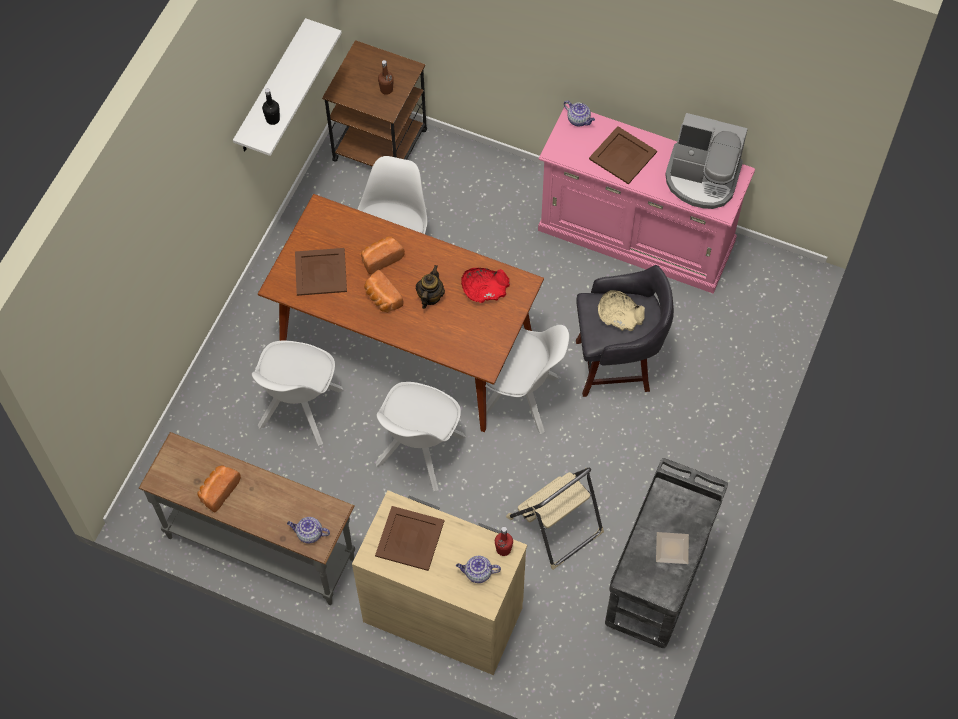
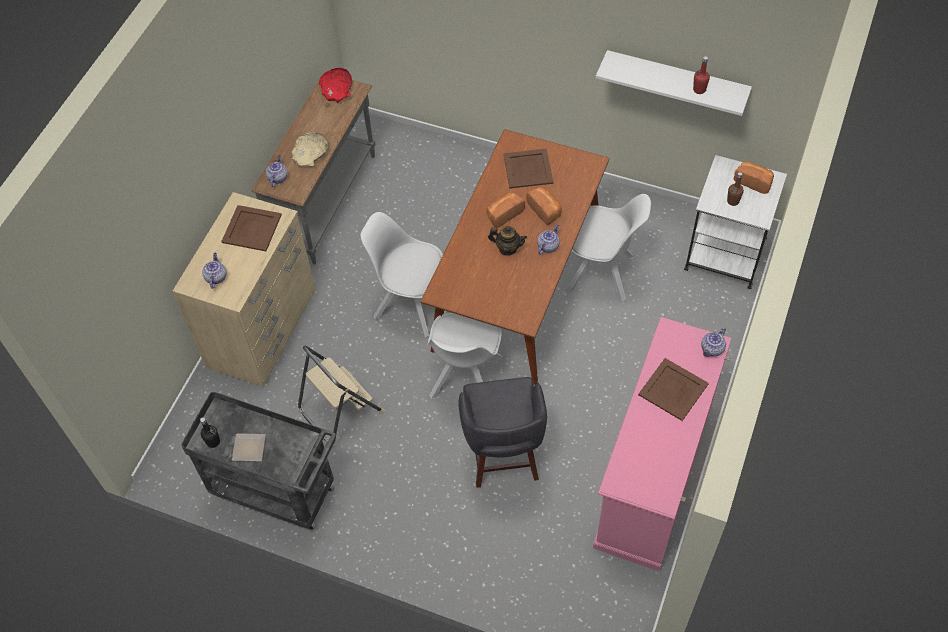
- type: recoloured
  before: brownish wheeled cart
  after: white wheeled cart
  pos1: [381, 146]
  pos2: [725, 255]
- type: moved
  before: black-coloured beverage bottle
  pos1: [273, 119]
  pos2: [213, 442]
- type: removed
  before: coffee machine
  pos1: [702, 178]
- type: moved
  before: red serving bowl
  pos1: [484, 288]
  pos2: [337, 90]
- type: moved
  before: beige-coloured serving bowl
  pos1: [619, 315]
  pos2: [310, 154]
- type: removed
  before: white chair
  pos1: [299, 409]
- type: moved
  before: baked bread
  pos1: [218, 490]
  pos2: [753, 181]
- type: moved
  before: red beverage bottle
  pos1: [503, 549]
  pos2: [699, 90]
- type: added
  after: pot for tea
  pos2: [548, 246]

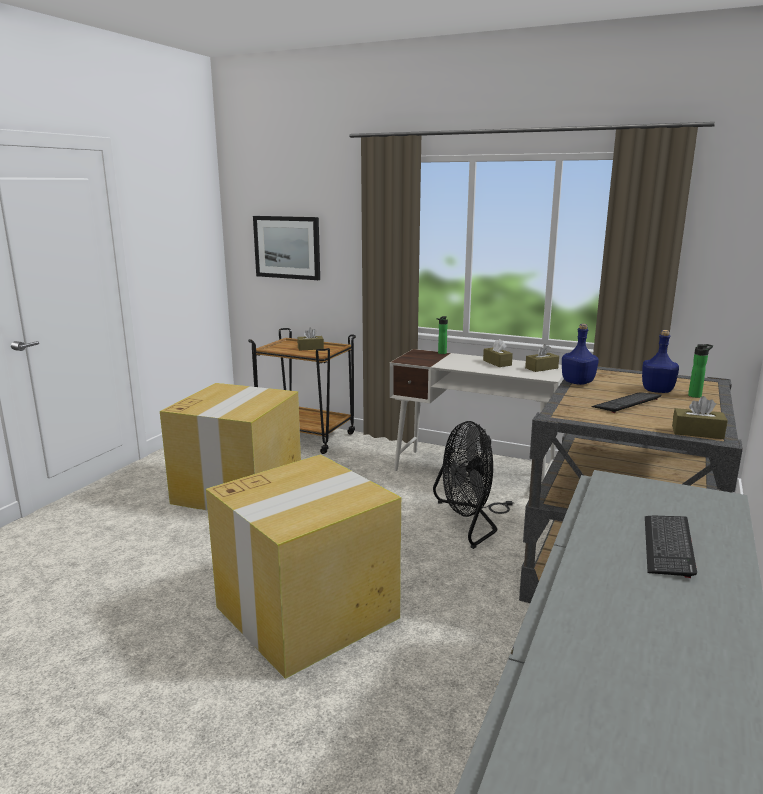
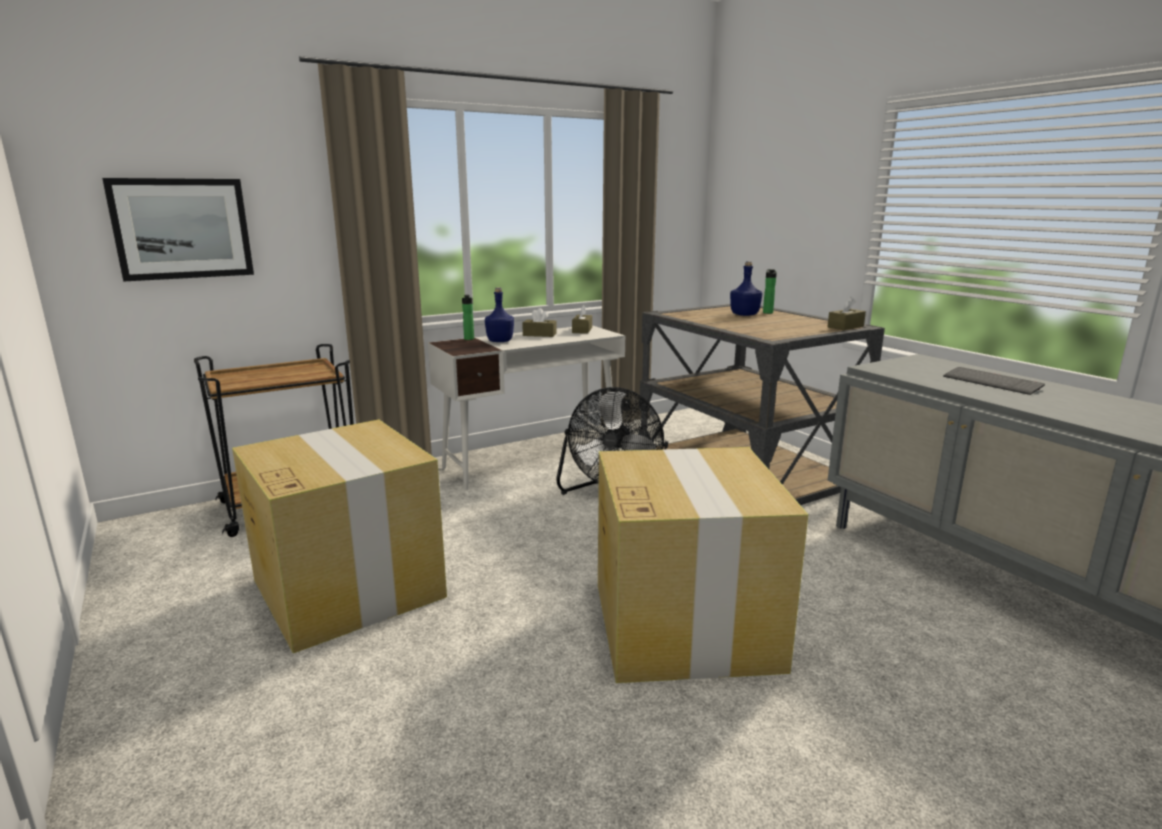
- type: moved
  before: blue beverage bottle
  pos1: [578, 382]
  pos2: [500, 341]
- type: removed
  before: brownish box of tissues
  pos1: [310, 348]
- type: removed
  before: keyboard
  pos1: [627, 403]

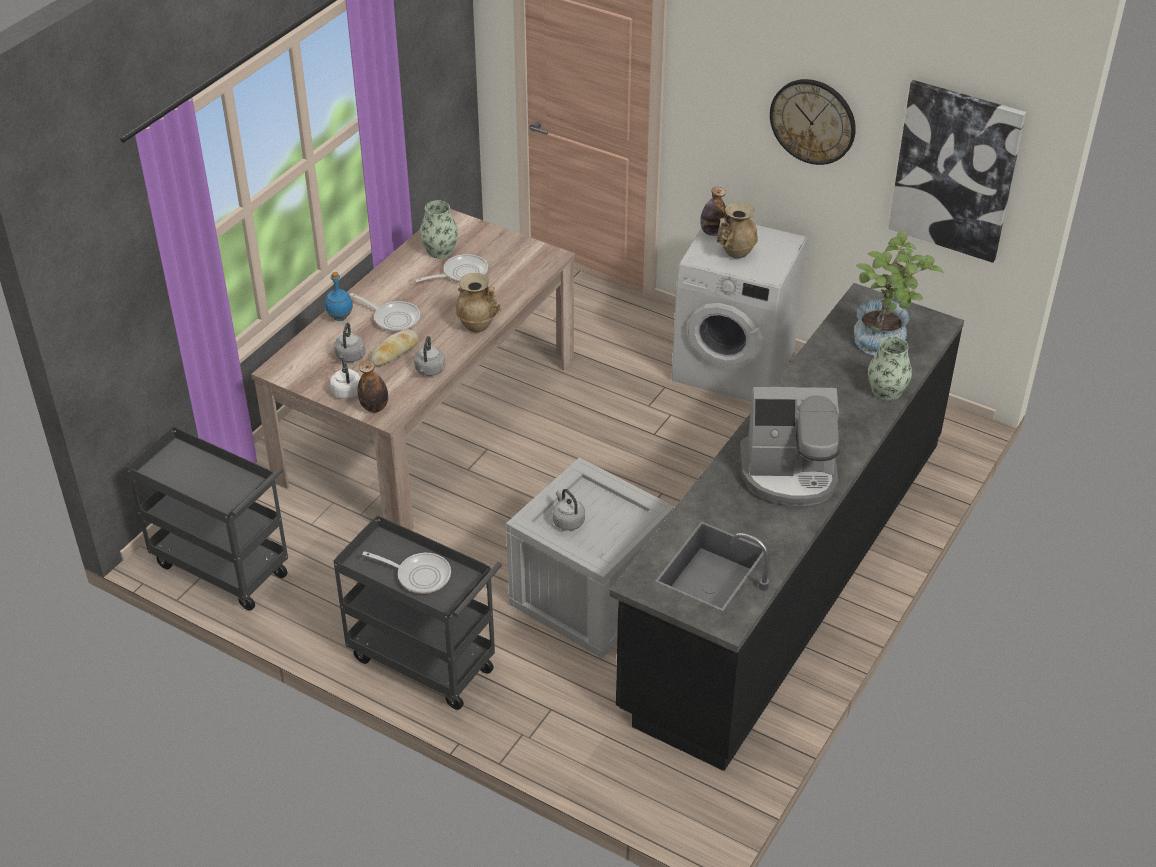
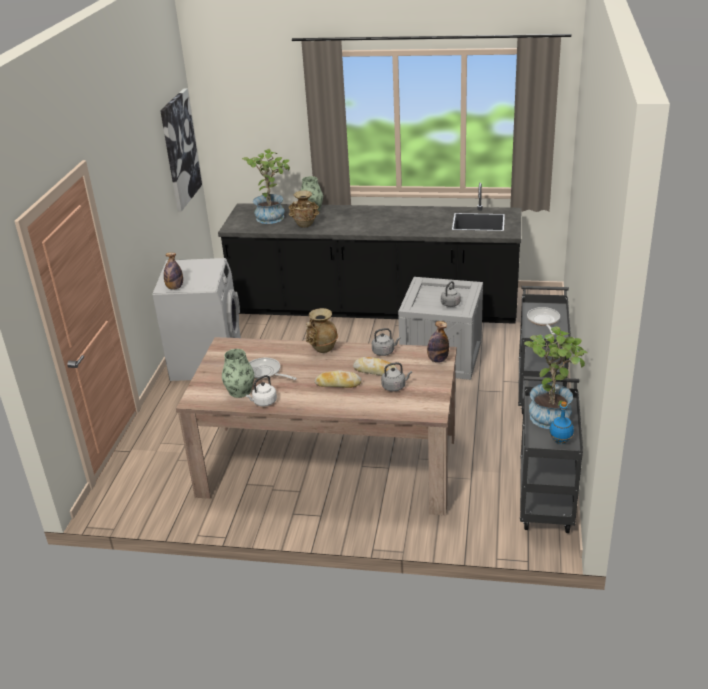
- type: removed
  before: wall clock
  pos1: [813, 121]
- type: moved
  before: beige-coloured decorative vase
  pos1: [735, 253]
  pos2: [305, 225]
- type: moved
  before: blue beverage bottle
  pos1: [340, 318]
  pos2: [561, 441]
- type: replaced
  before: frying pan
  after: baked bread
  pos1: [393, 318]
  pos2: [338, 384]
- type: moved
  before: white kettle
  pos1: [346, 390]
  pos2: [263, 402]
- type: removed
  before: coffee machine
  pos1: [789, 474]
- type: added
  after: potted plant
  pos2: [552, 413]

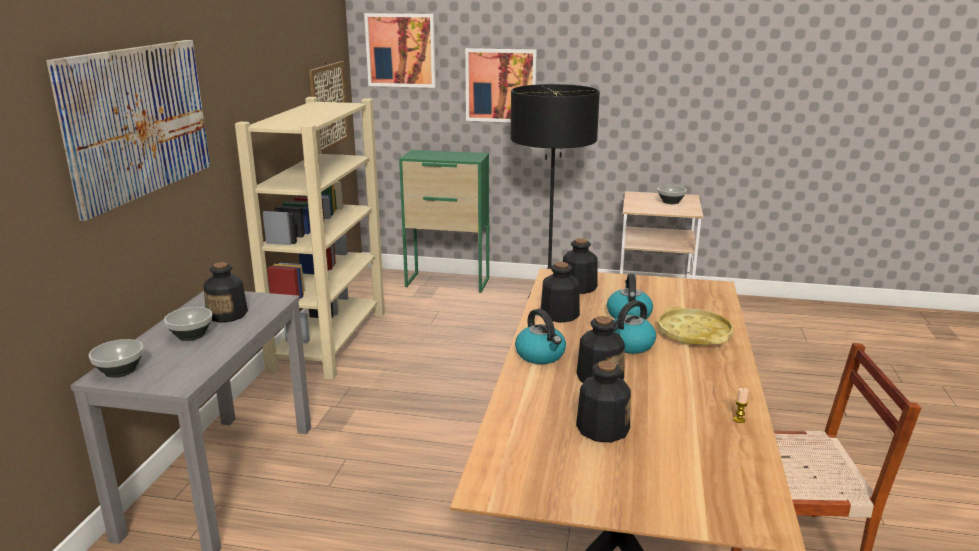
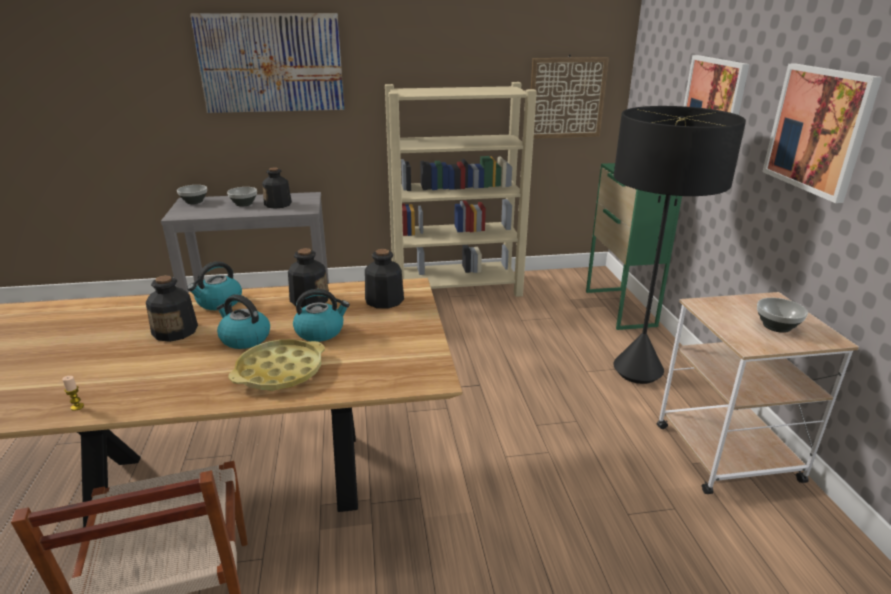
- type: moved
  before: picture
  pos1: [401, 50]
  pos2: [818, 130]
- type: removed
  before: beverage bottle
  pos1: [602, 428]

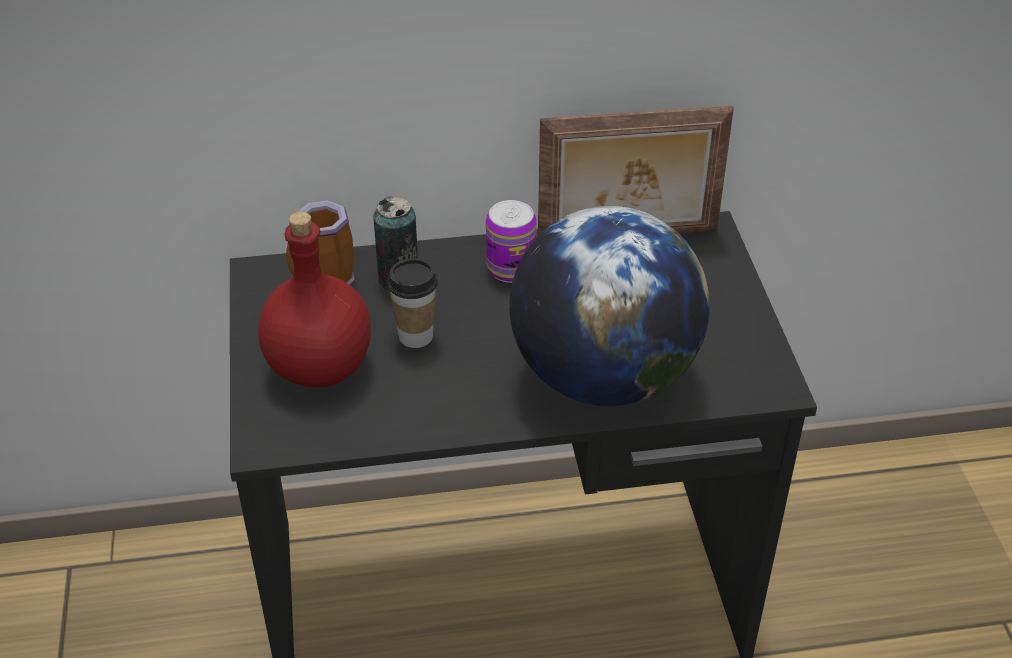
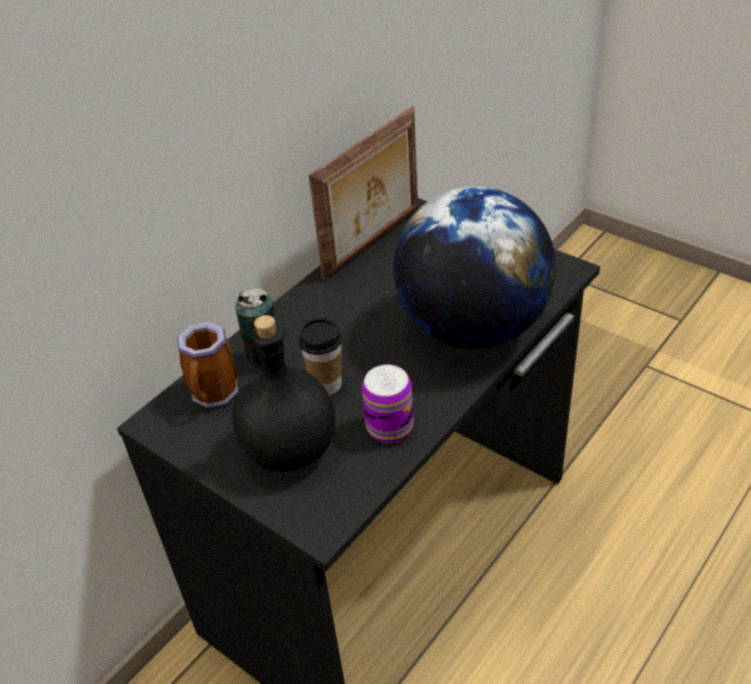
- type: moved
  before: metal can
  pos1: [511, 268]
  pos2: [390, 427]
- type: recoloured
  before: red beverage bottle
  after: black-coloured beverage bottle
  pos1: [318, 367]
  pos2: [288, 450]

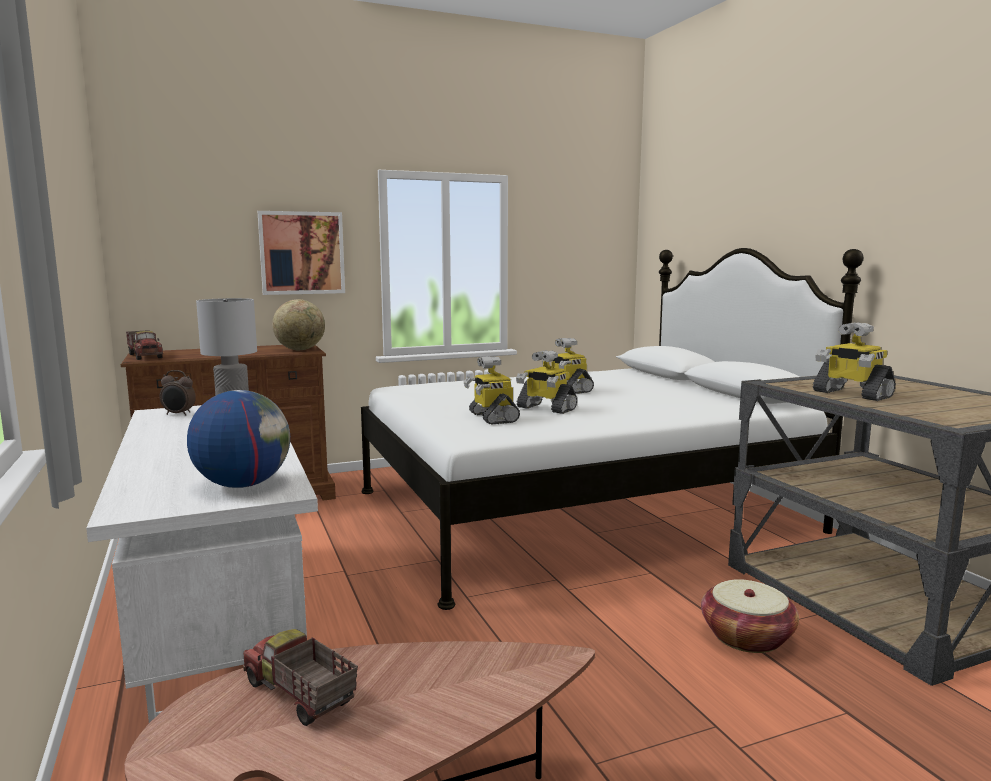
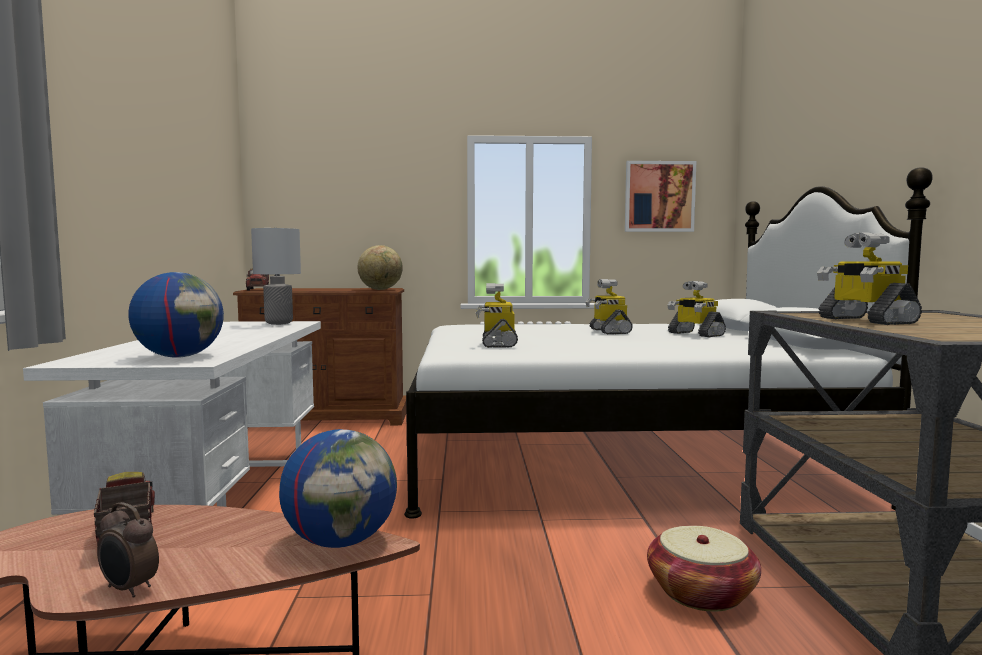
- type: moved
  before: picture
  pos1: [302, 253]
  pos2: [659, 196]
- type: moved
  before: toy robot
  pos1: [545, 408]
  pos2: [695, 334]
- type: moved
  before: alarm clock
  pos1: [178, 414]
  pos2: [128, 589]
- type: added
  after: globe
  pos2: [341, 541]

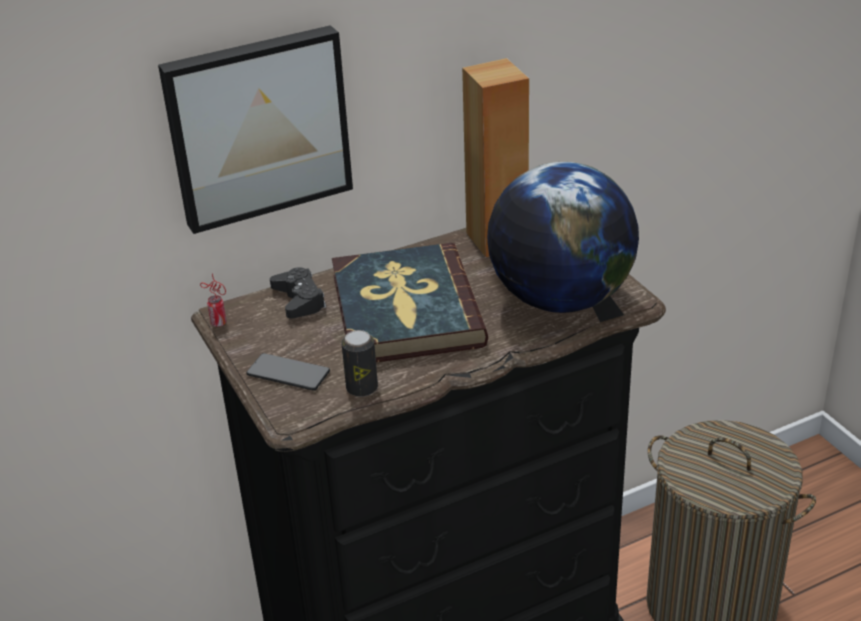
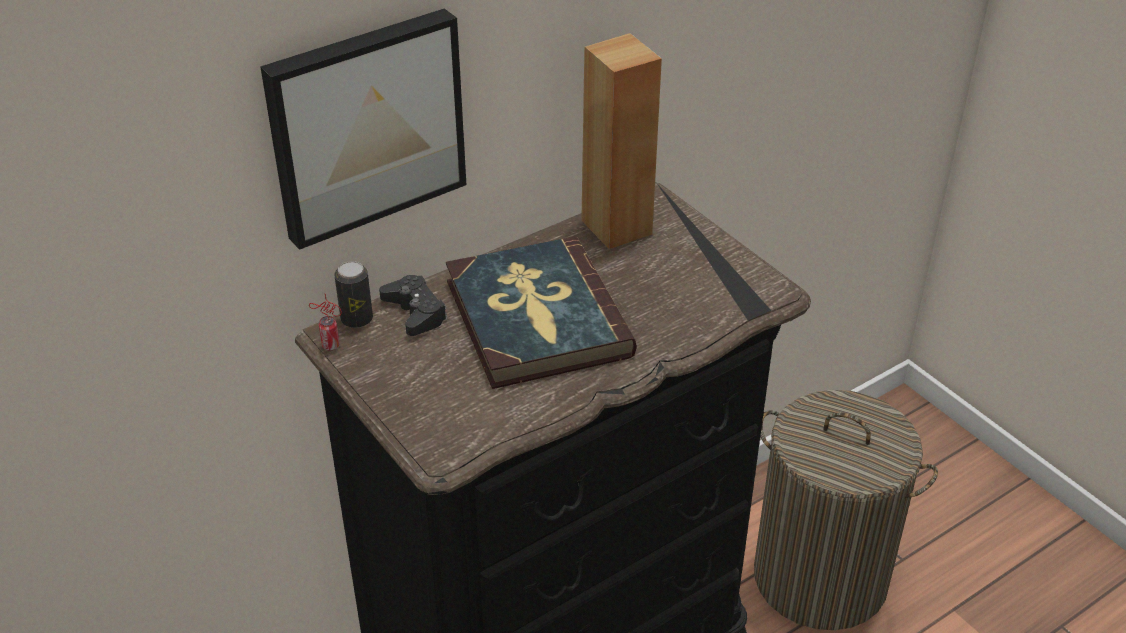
- type: removed
  before: globe
  pos1: [560, 299]
- type: moved
  before: metal can
  pos1: [362, 388]
  pos2: [357, 319]
- type: removed
  before: handset
  pos1: [288, 373]

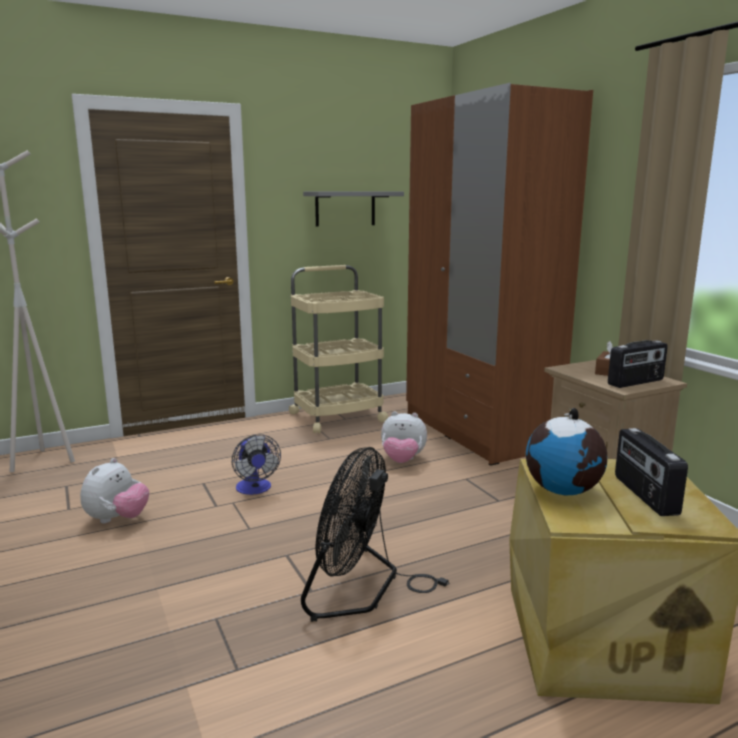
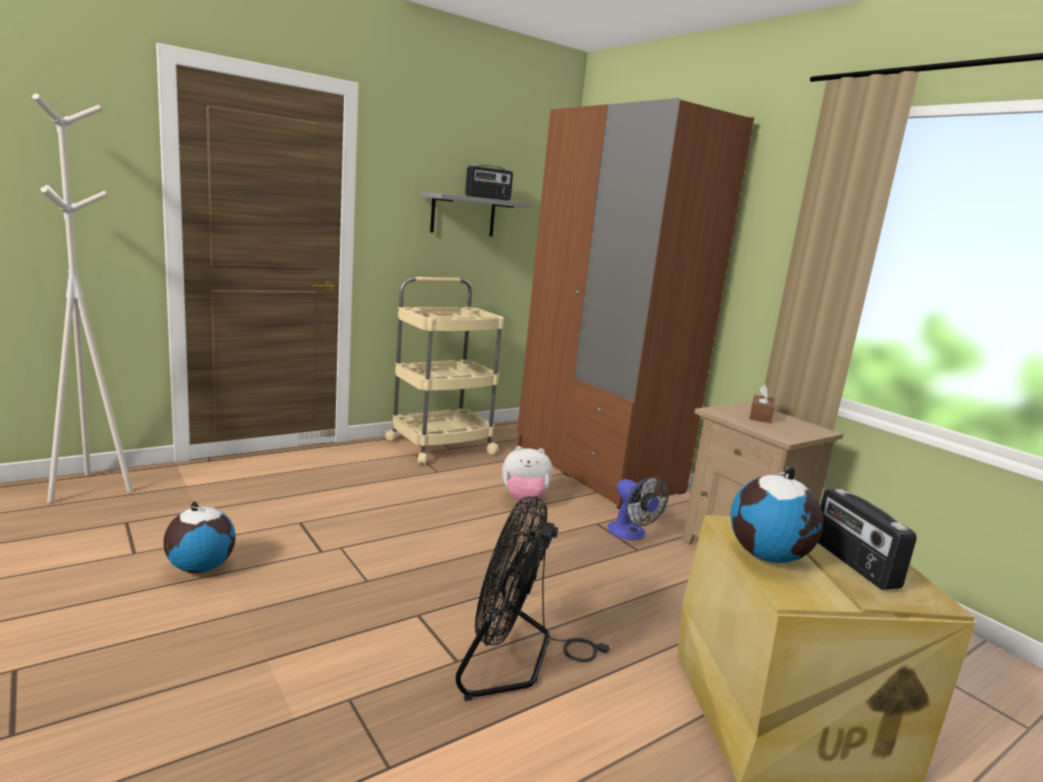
- type: moved
  before: radio set
  pos1: [636, 382]
  pos2: [488, 198]
- type: moved
  before: cooling fan
  pos1: [255, 489]
  pos2: [631, 534]
- type: replaced
  before: soft toy
  after: globe
  pos1: [117, 519]
  pos2: [200, 567]

